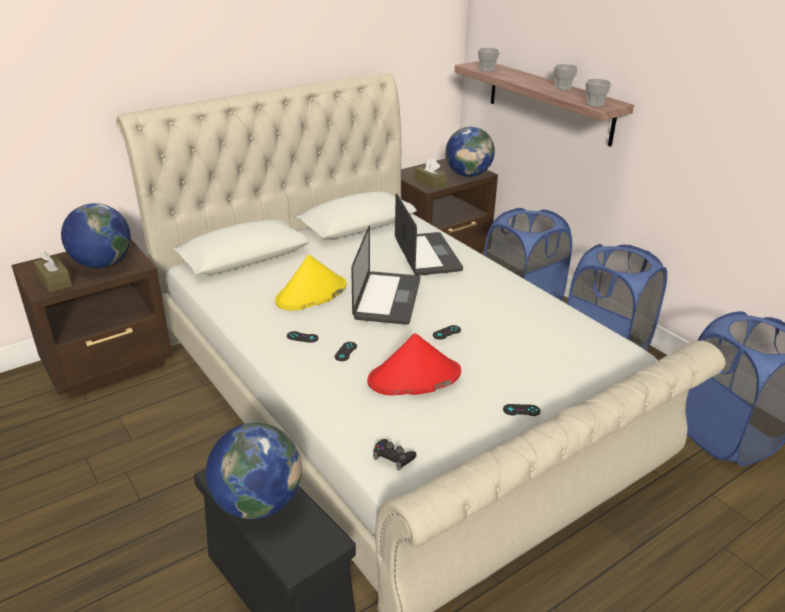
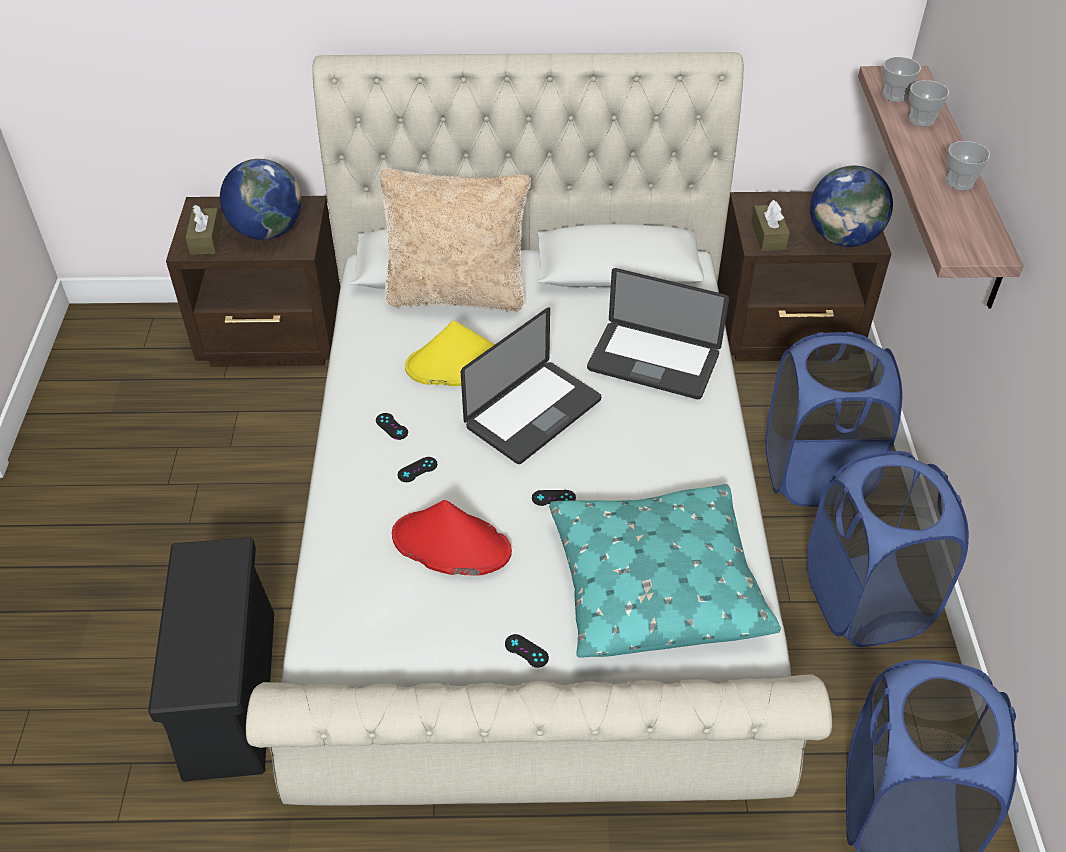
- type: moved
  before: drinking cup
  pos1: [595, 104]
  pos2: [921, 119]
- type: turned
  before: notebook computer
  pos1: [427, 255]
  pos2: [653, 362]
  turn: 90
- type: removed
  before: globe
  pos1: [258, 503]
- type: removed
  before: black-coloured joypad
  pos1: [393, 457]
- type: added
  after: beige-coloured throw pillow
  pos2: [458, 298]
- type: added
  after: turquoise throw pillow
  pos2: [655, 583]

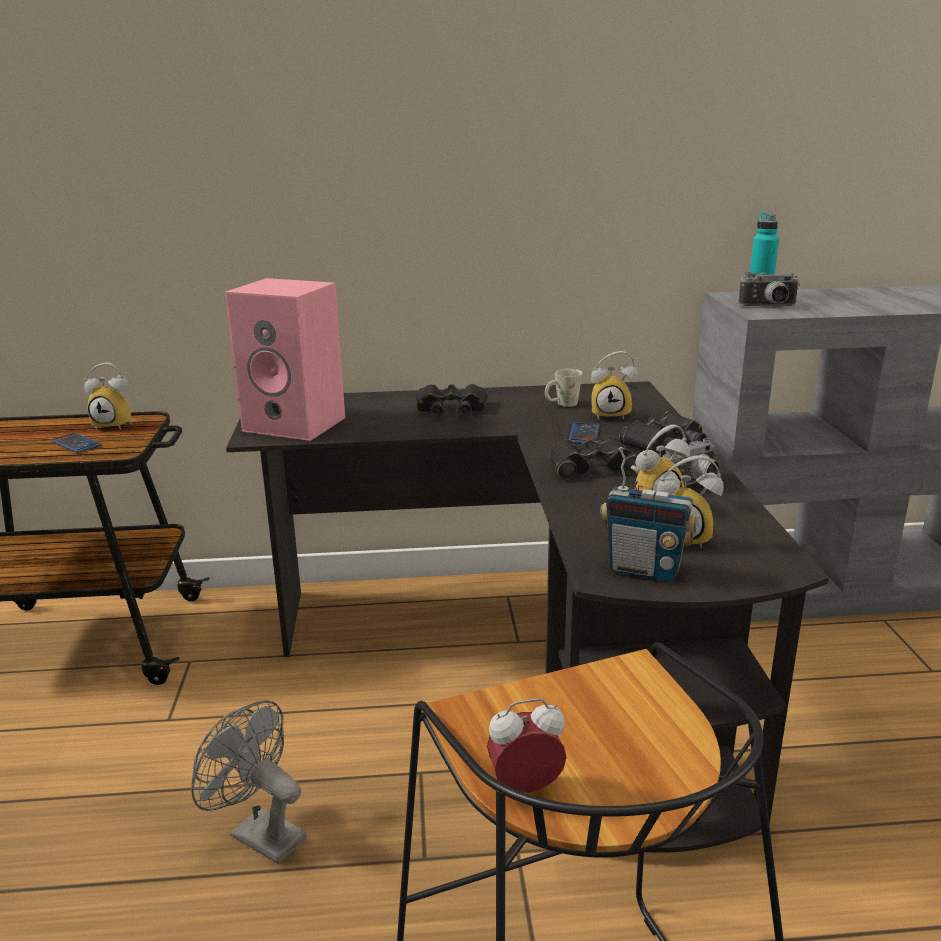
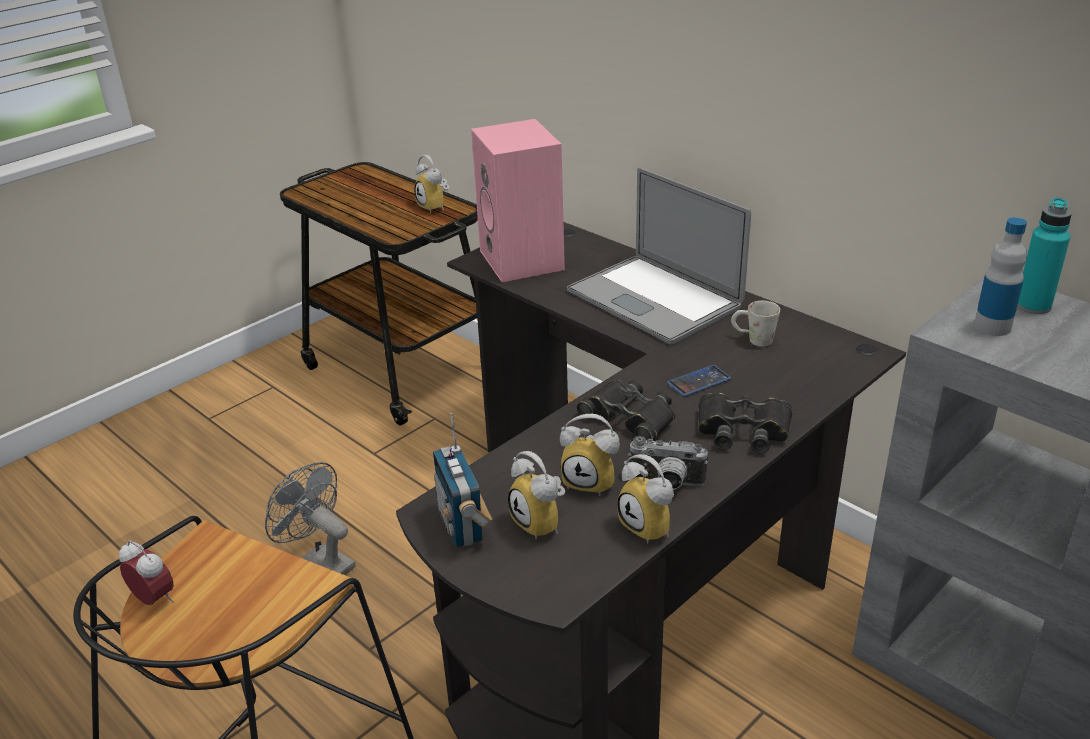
- type: replaced
  before: still camera
  after: beverage bottle
  pos1: [769, 307]
  pos2: [992, 326]
- type: moved
  before: alarm clock
  pos1: [611, 414]
  pos2: [652, 526]
- type: replaced
  before: black-coloured binoculars
  after: notebook computer
  pos1: [451, 409]
  pos2: [654, 299]
- type: removed
  before: handset
  pos1: [76, 444]
- type: turned
  before: greyish cooling fan
  pos1: [259, 834]
  pos2: [320, 562]
  turn: -45

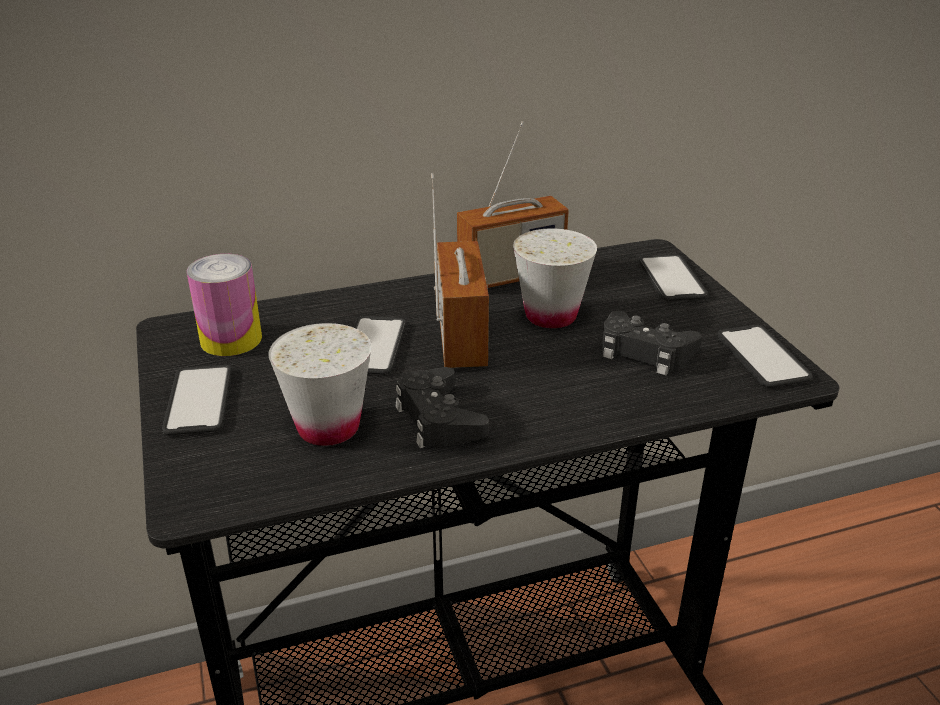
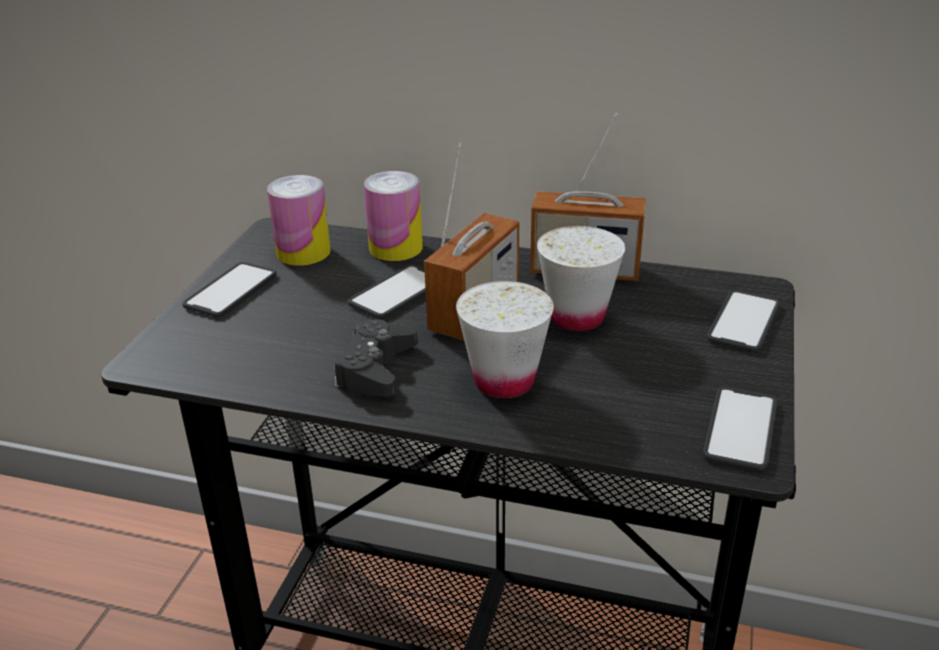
- type: removed
  before: black-coloured joypad
  pos1: [645, 351]
- type: moved
  before: white drinking cup
  pos1: [328, 427]
  pos2: [504, 381]
- type: added
  after: metal can
  pos2: [396, 248]

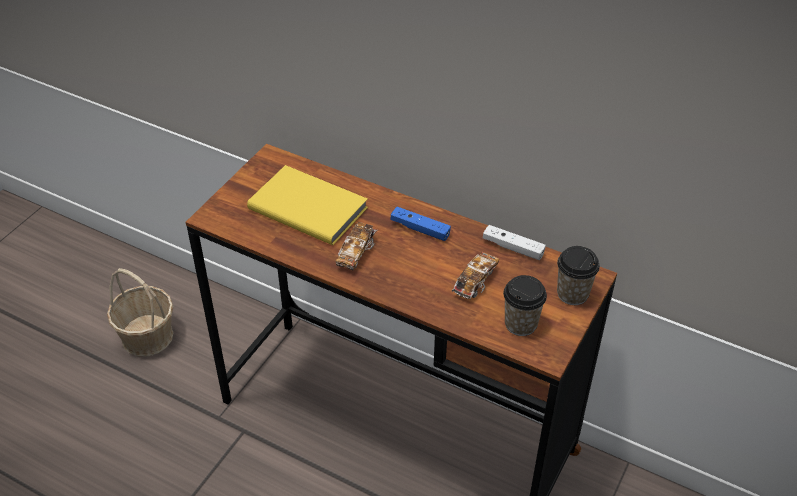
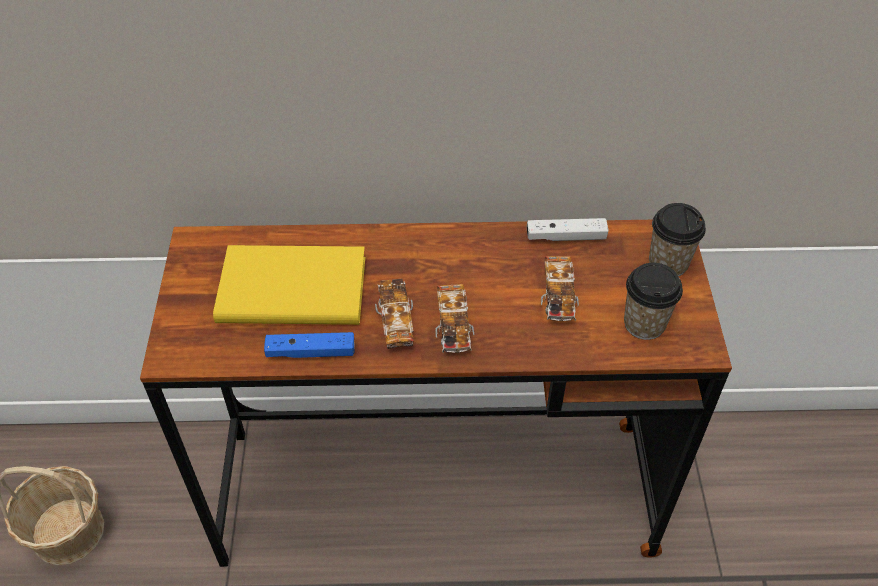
- type: moved
  before: blue joypad
  pos1: [420, 229]
  pos2: [311, 352]
- type: added
  after: toy car
  pos2: [453, 326]

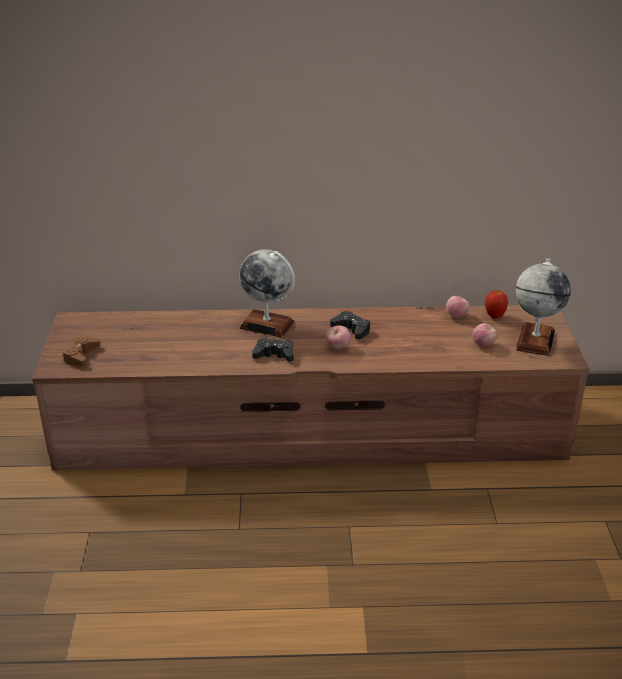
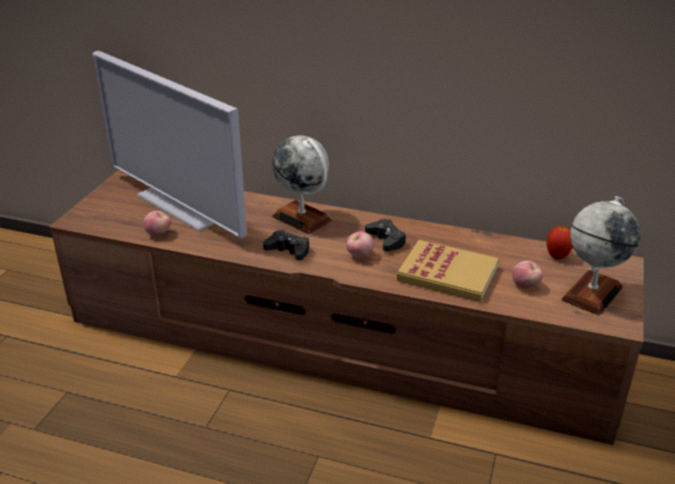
- type: moved
  before: apple fruit
  pos1: [456, 316]
  pos2: [158, 234]
- type: removed
  before: brownish joypad
  pos1: [81, 355]
- type: added
  after: TV set
  pos2: [181, 206]
- type: added
  after: volume
  pos2: [447, 274]

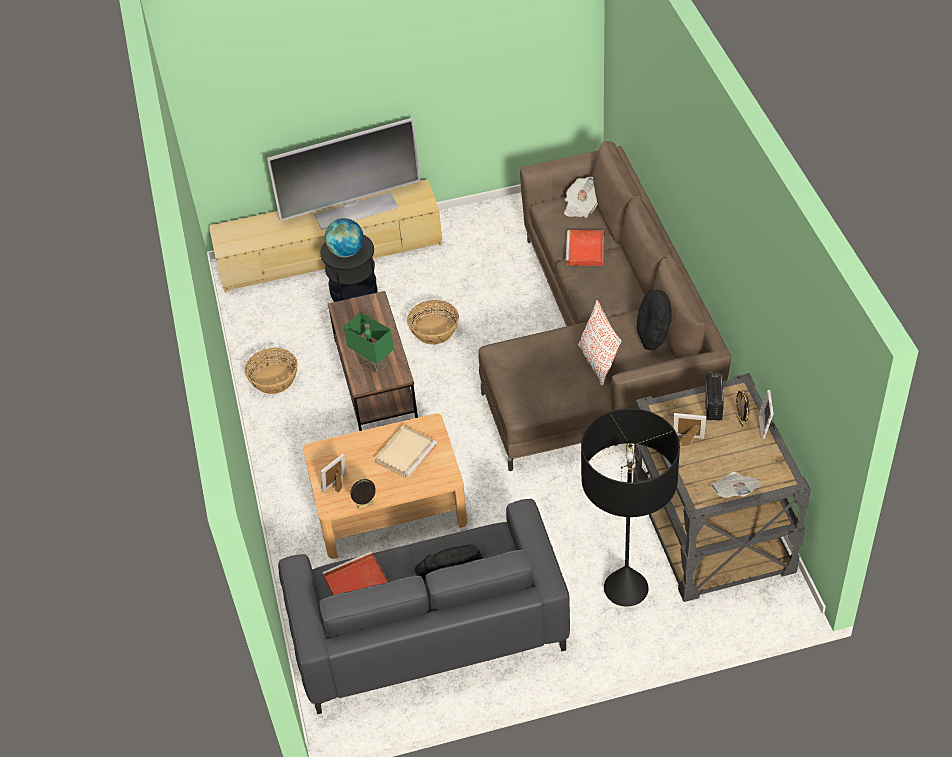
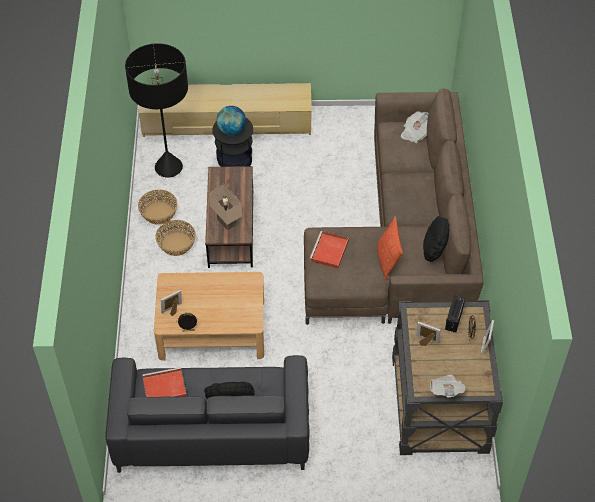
- type: removed
  before: TV set
  pos1: [355, 210]
- type: moved
  before: red tray
  pos1: [585, 250]
  pos2: [329, 251]
- type: moved
  before: basket
  pos1: [434, 331]
  pos2: [176, 244]
- type: recoloured
  before: white throw pillow
  after: orange-coloured throw pillow
  pos1: [598, 363]
  pos2: [387, 261]
- type: recoloured
  before: green table lamp
  after: beige-coloured table lamp
  pos1: [371, 365]
  pos2: [225, 222]
- type: moved
  before: black-coloured standard lamp
  pos1: [626, 591]
  pos2: [169, 169]
- type: removed
  before: beige-coloured tray
  pos1: [406, 452]

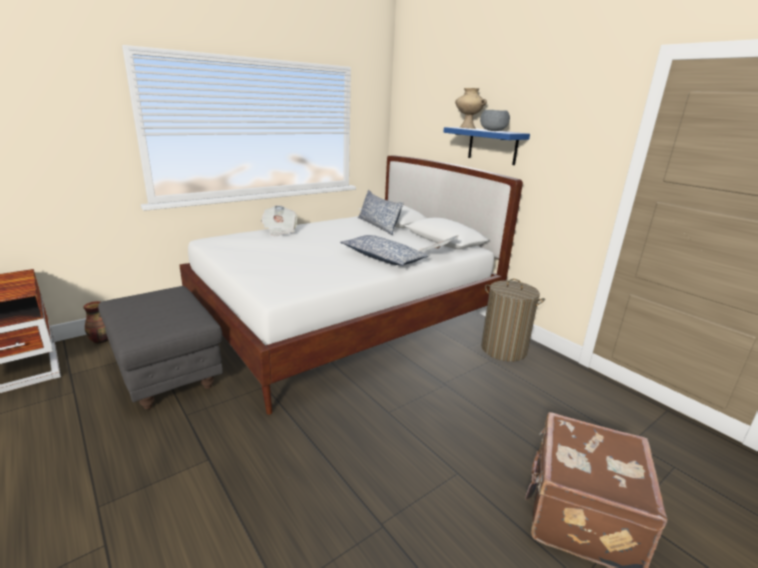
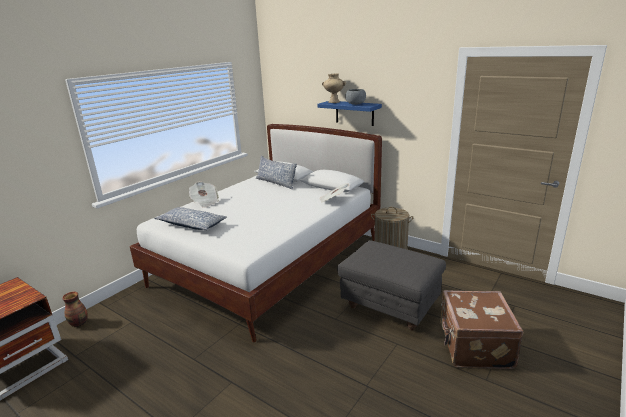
- type: moved
  before: throw pillow
  pos1: [383, 258]
  pos2: [192, 225]
- type: moved
  before: greyish ottoman
  pos1: [168, 375]
  pos2: [390, 307]

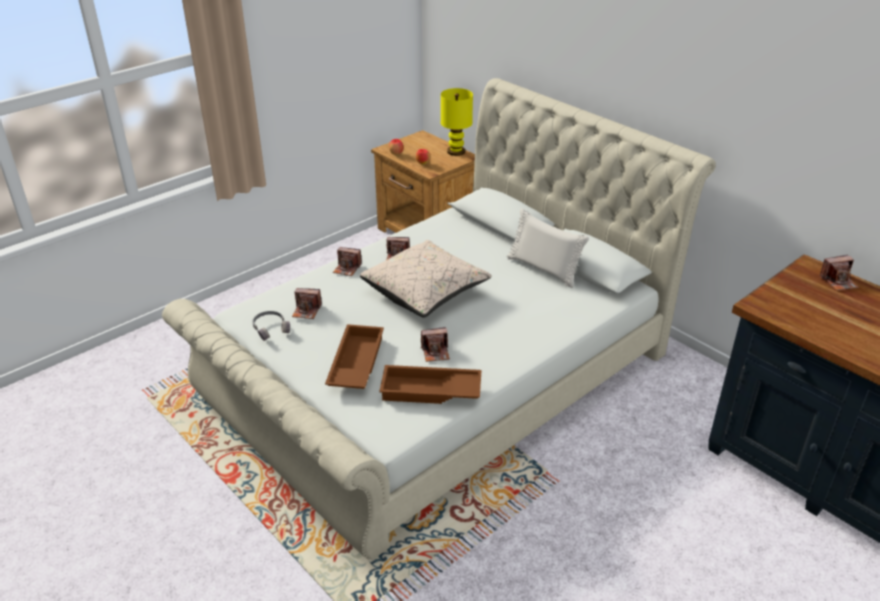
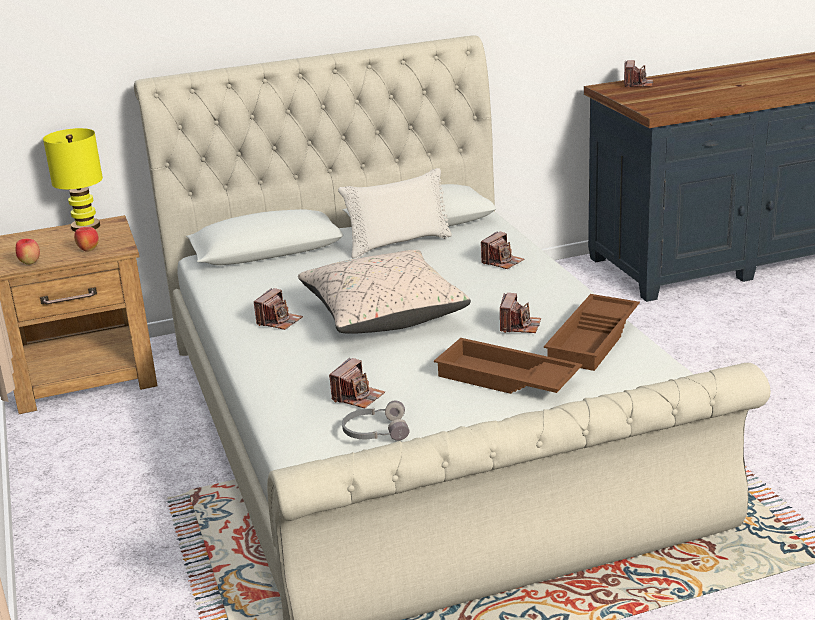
- type: moved
  before: still camera
  pos1: [347, 269]
  pos2: [502, 262]

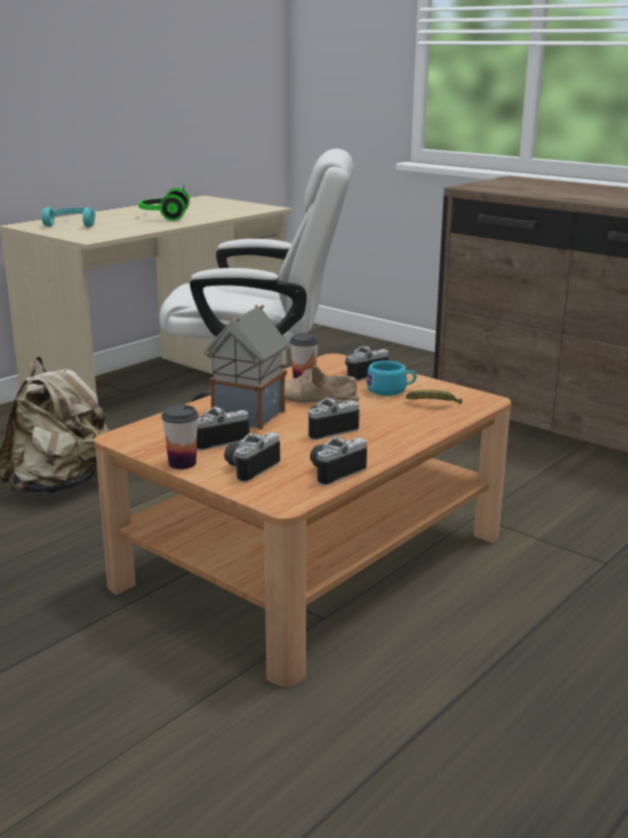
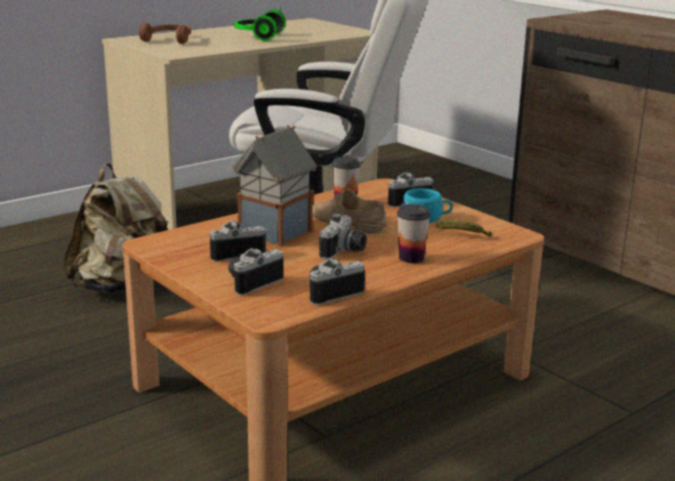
- type: recoloured
  before: turquoise headphones
  after: brownish headphones
  pos1: [73, 224]
  pos2: [170, 40]
- type: turned
  before: still camera
  pos1: [327, 430]
  pos2: [345, 252]
  turn: 135
- type: moved
  before: drinking cup
  pos1: [182, 463]
  pos2: [411, 258]

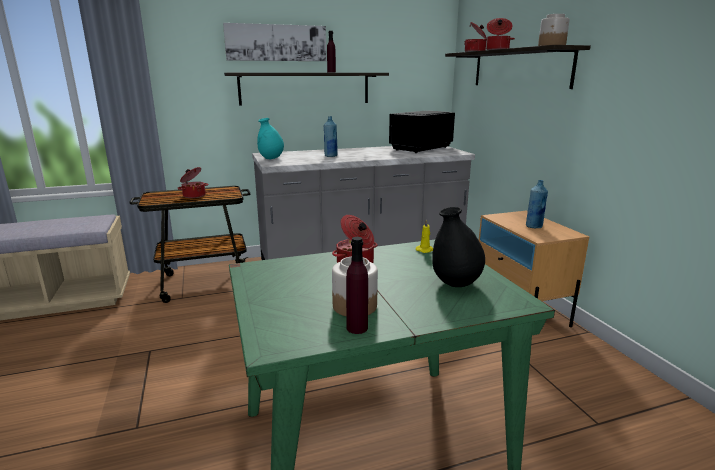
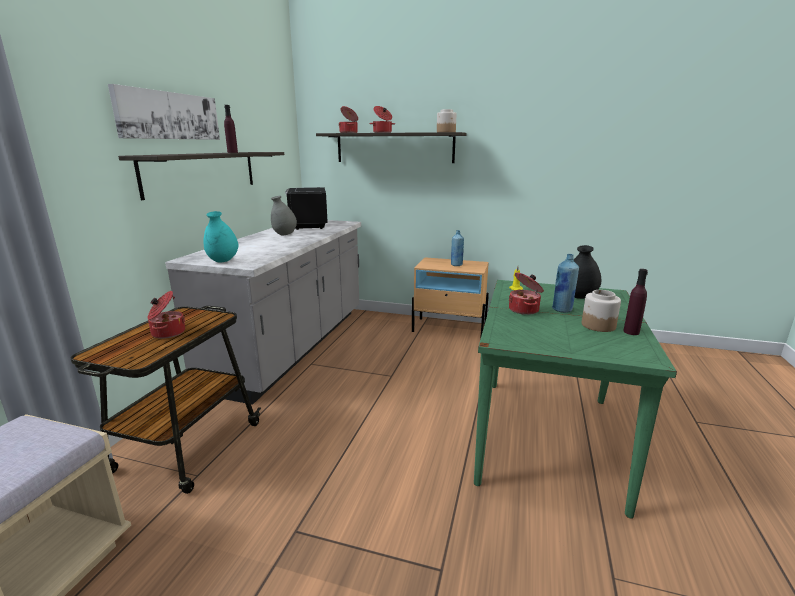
- type: moved
  before: blue beverage bottle
  pos1: [330, 156]
  pos2: [562, 310]
- type: added
  after: greyish decorative vase
  pos2: [284, 235]

